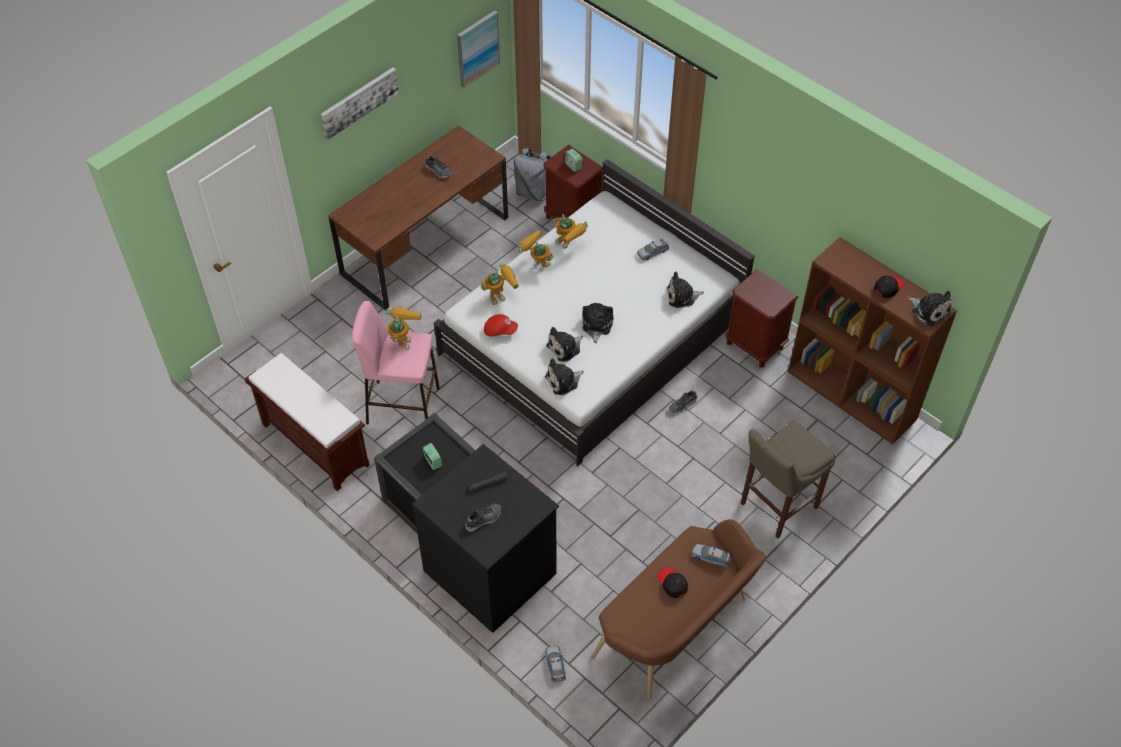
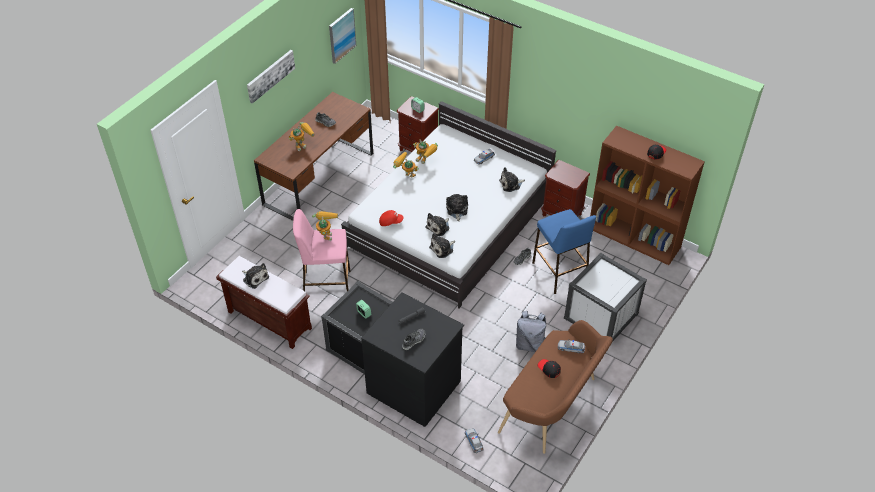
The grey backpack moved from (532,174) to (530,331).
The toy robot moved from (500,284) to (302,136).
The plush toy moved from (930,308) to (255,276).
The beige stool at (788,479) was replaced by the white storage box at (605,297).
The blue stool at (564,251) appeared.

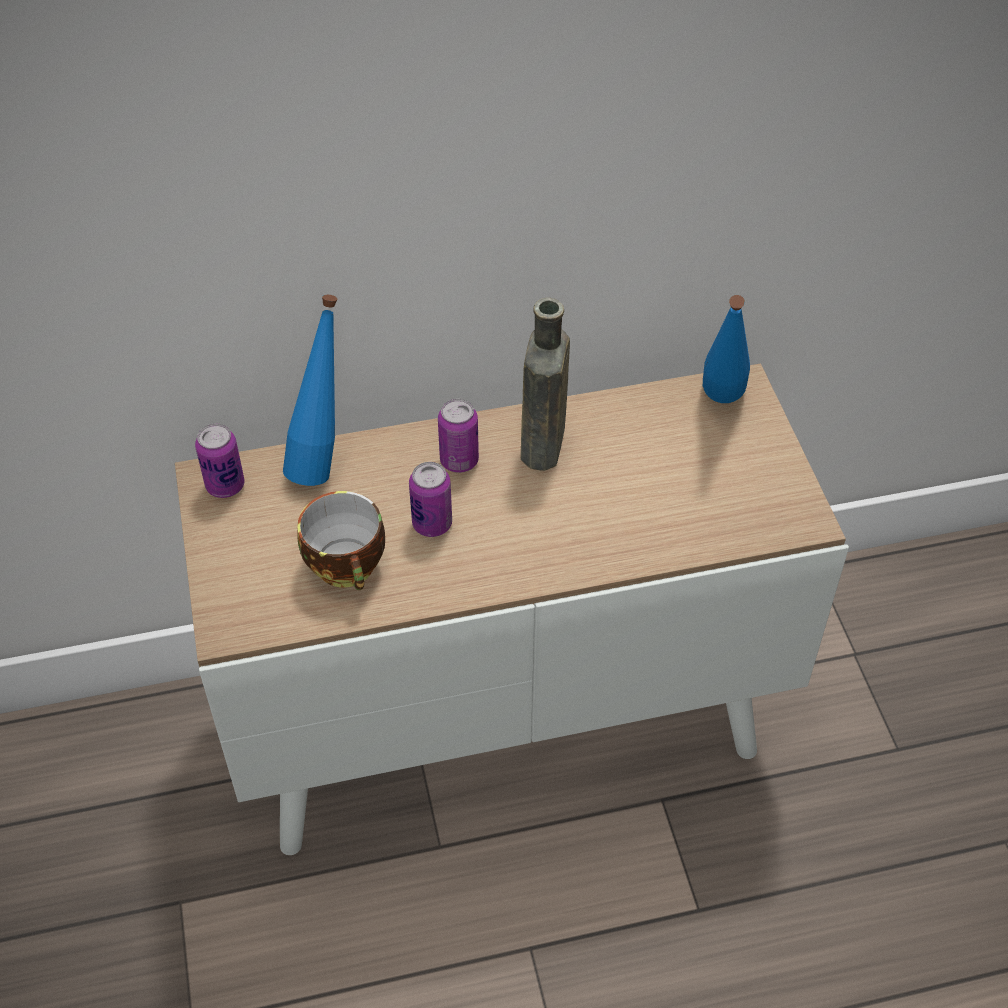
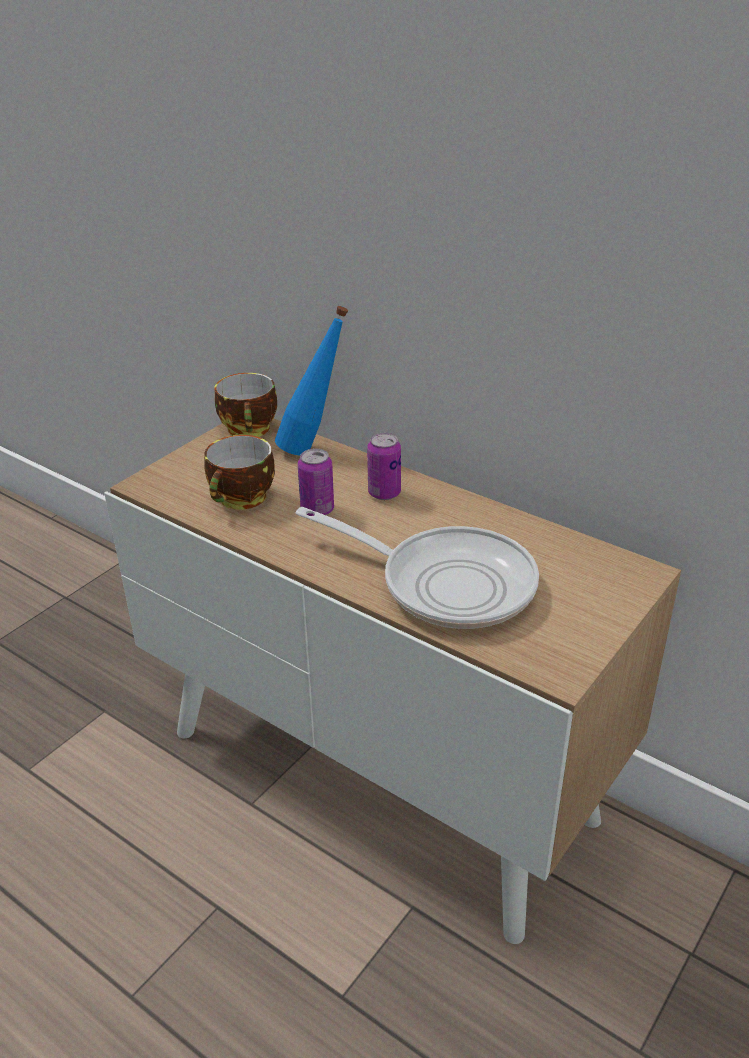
The blue bottle at (726,349) disappeared.
The brown bottle at (545,384) disappeared.
The can at (220,461) was replaced by the cup at (245,405).
The frying pan at (417,568) appeared.

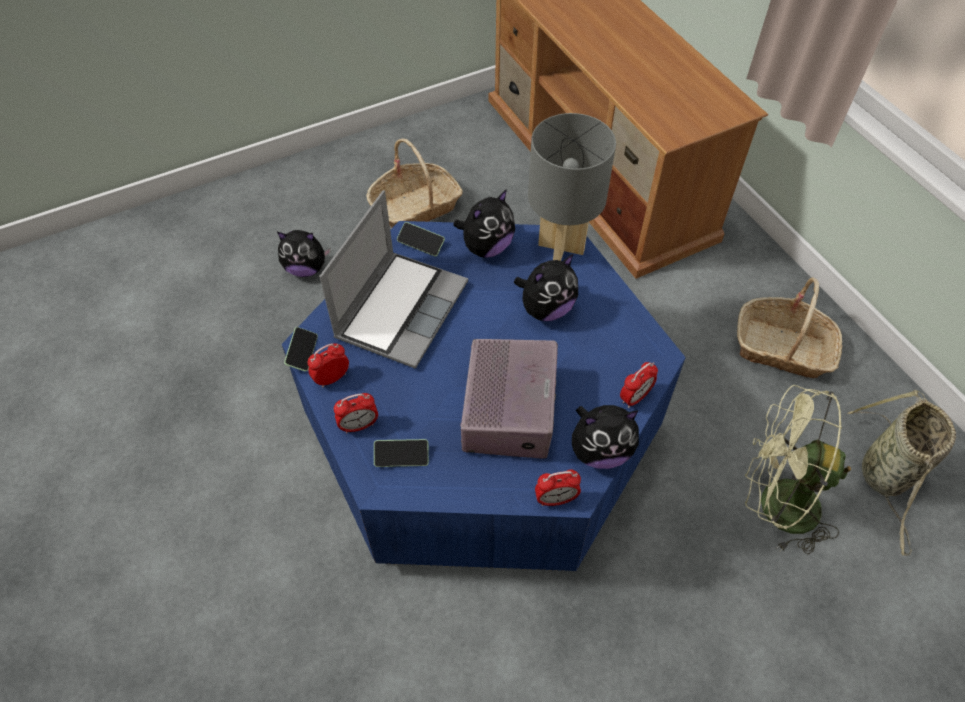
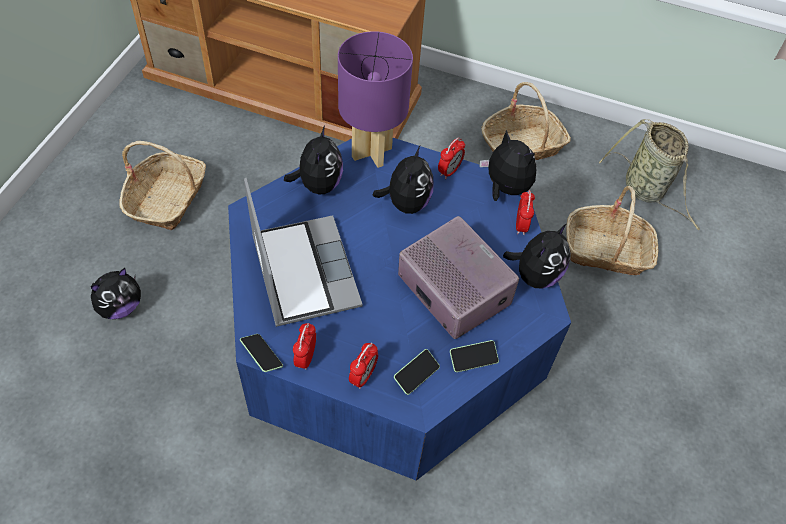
The grey table lamp at (572,187) became the purple table lamp at (375,99).
The phone moved from (421,239) to (474,356).
The green fan at (798,469) was replaced by the basket at (612,230).
The alarm clock moved from (558,488) to (451,158).
The plush toy at (508,165) appeared.

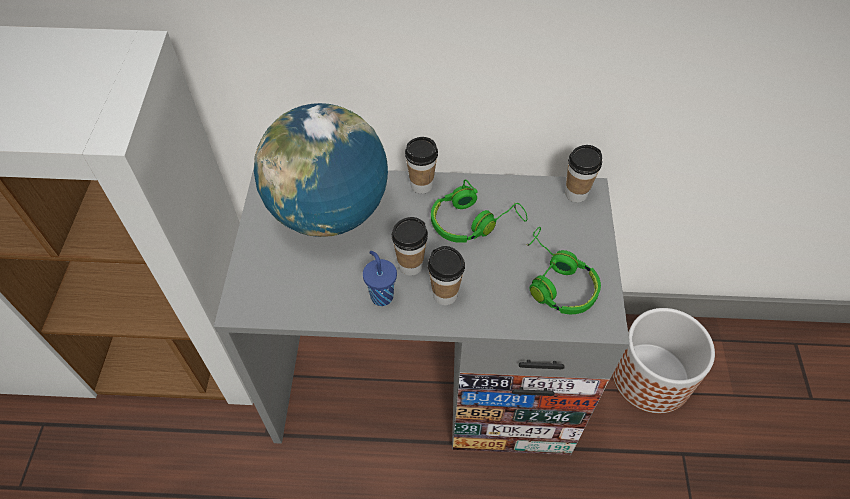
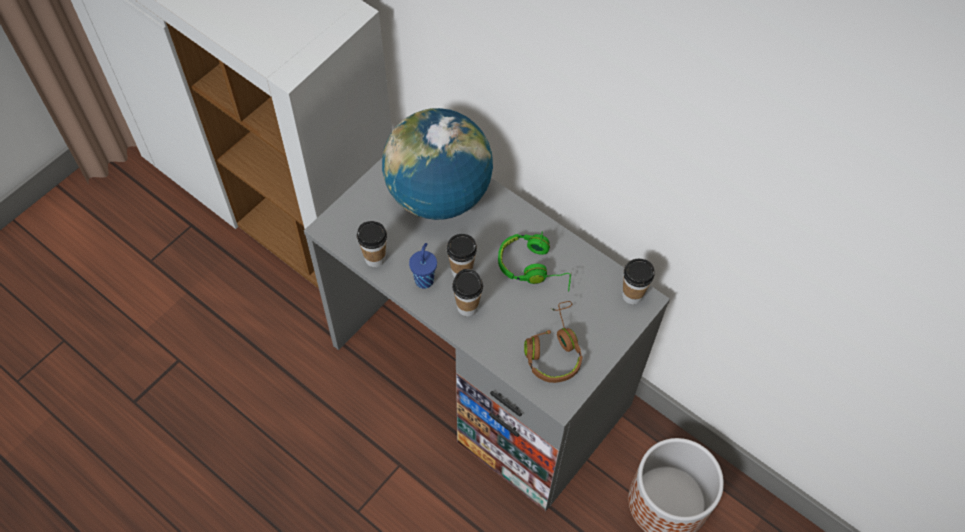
The cup moved from (421,165) to (372,244).
The green headphones at (563,270) became the brown headphones at (553,342).

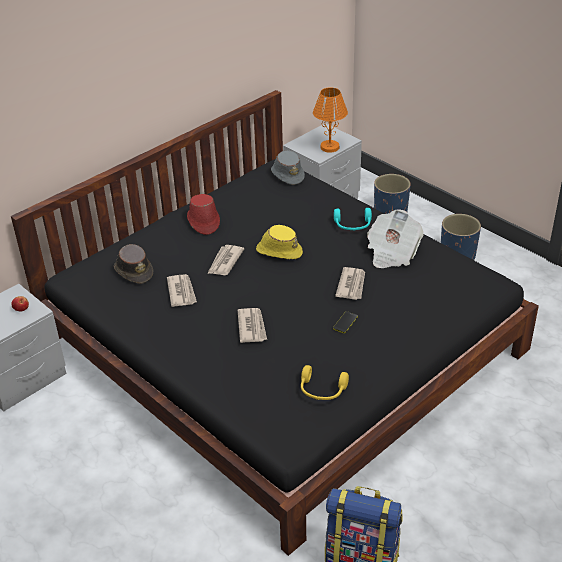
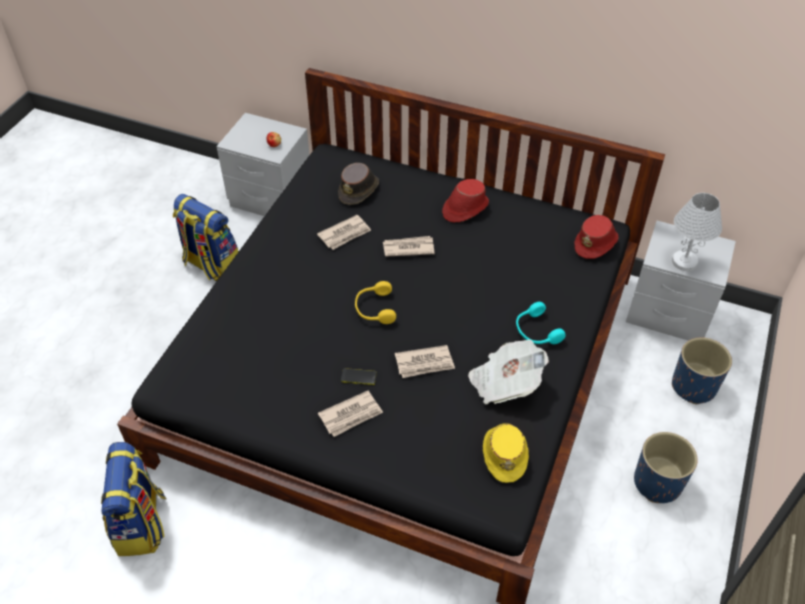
The orange table lamp at (330,119) became the white table lamp at (697,232).
The grey hat at (288,168) became the red hat at (596,237).
The yellow hat moved from (279,242) to (506,453).
The newspaper moved from (252,325) to (350,414).
The yellow headphones moved from (325,382) to (375,302).
The backpack at (206,237) appeared.

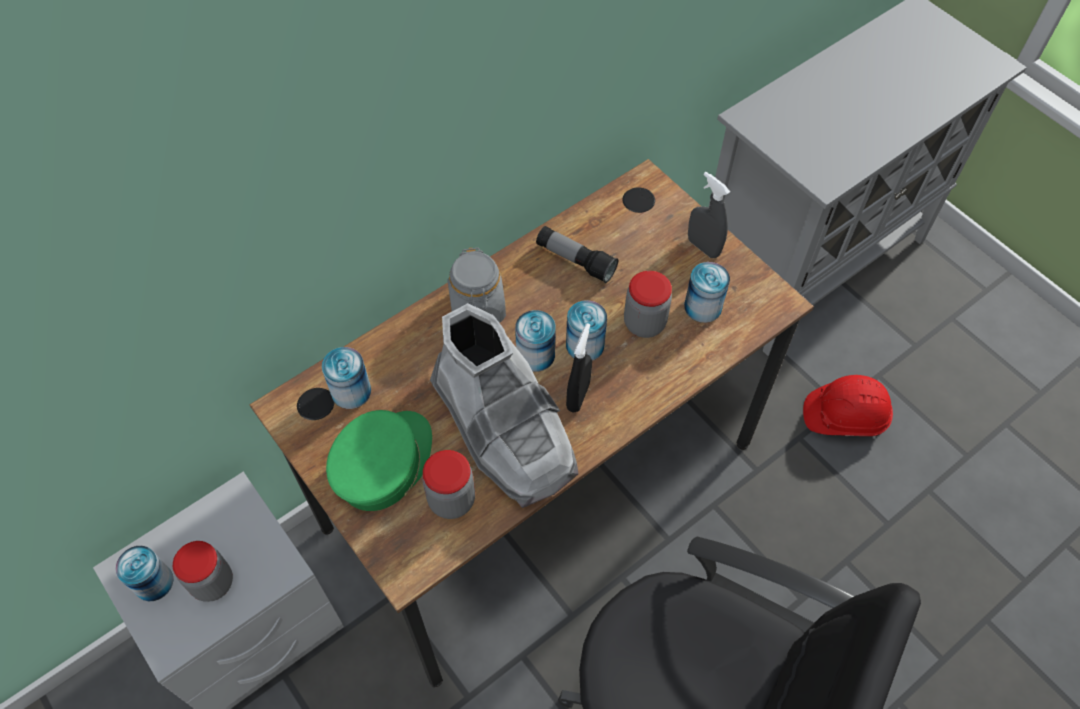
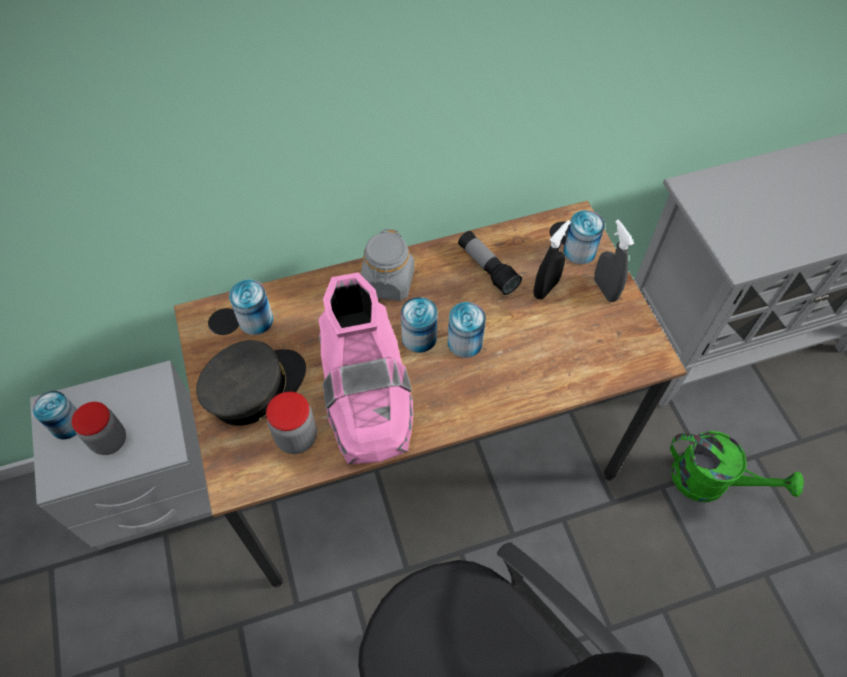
The can moved from (707,292) to (584,237).
The jar at (648,304) disappeared.
The grey boot at (504,405) became the pink boot at (365,368).
The black spray bottle moved from (579,367) to (552,259).
The red hard hat at (848,405) was replaced by the green watering can at (737,466).
The green cap at (379,460) became the grey cap at (251,383).

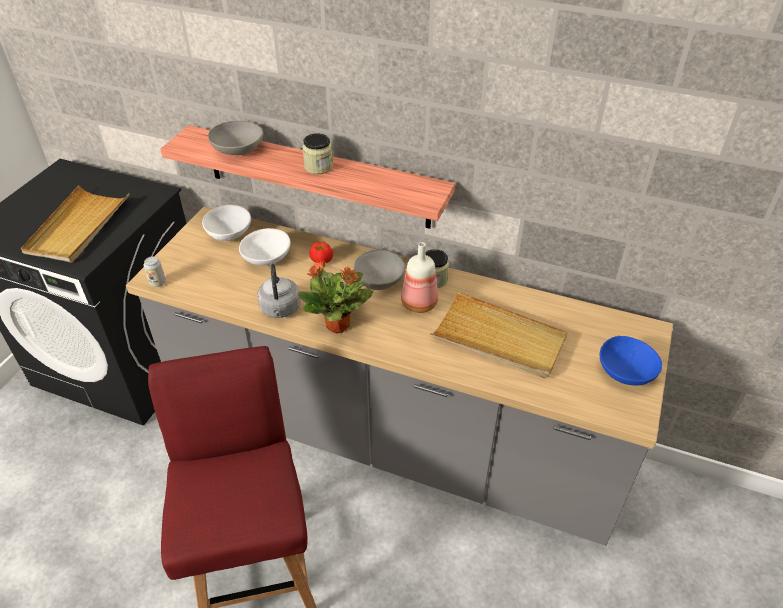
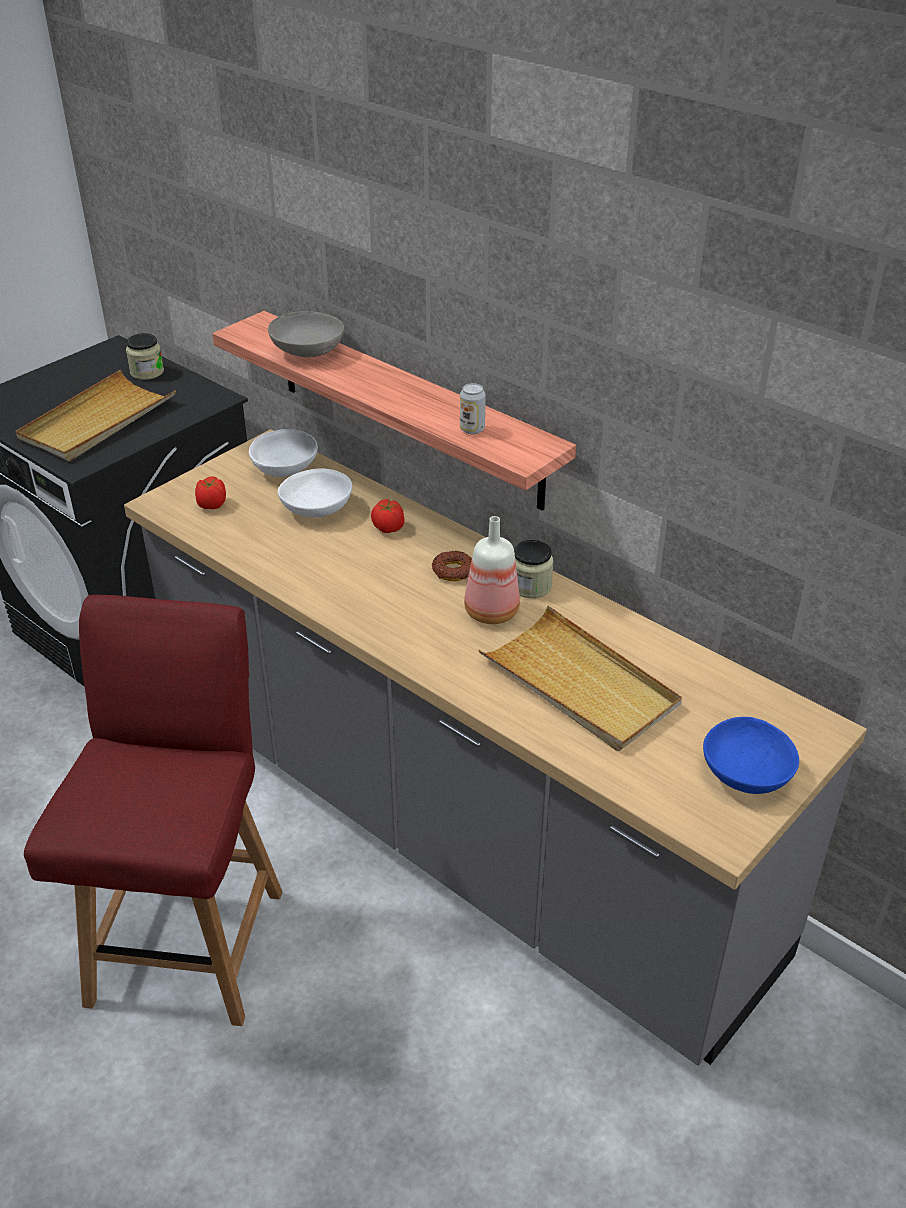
The jar moved from (317,153) to (145,356).
The grey bowl at (379,269) was replaced by the donut at (452,566).
The can moved from (155,271) to (473,408).
The potted plant at (335,297) disappeared.
The grey kettle at (279,290) disappeared.
The tomato at (210,492) appeared.

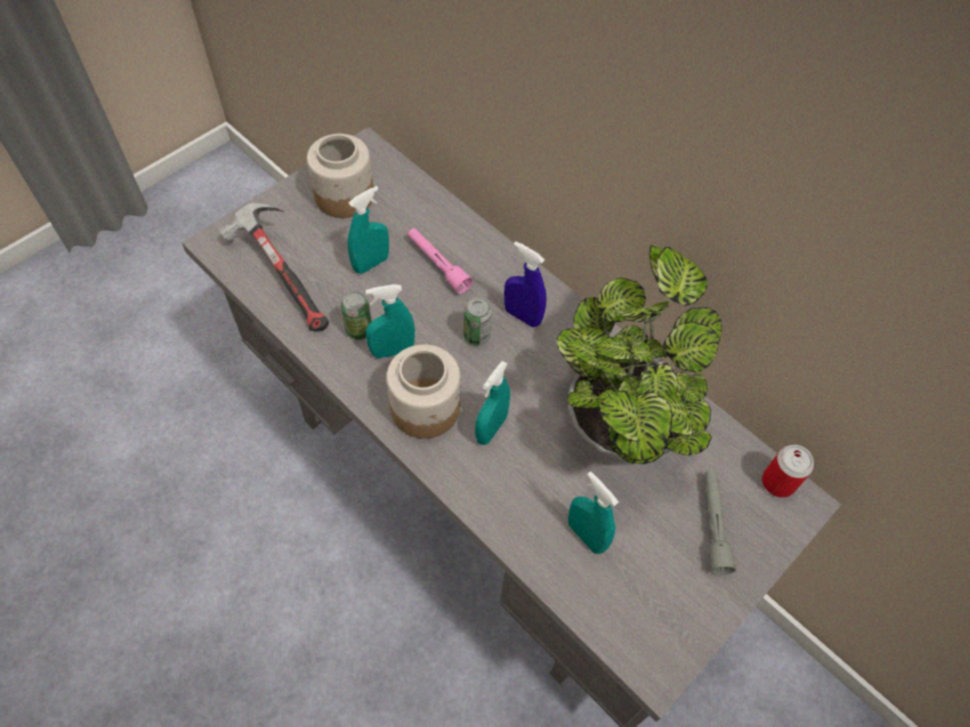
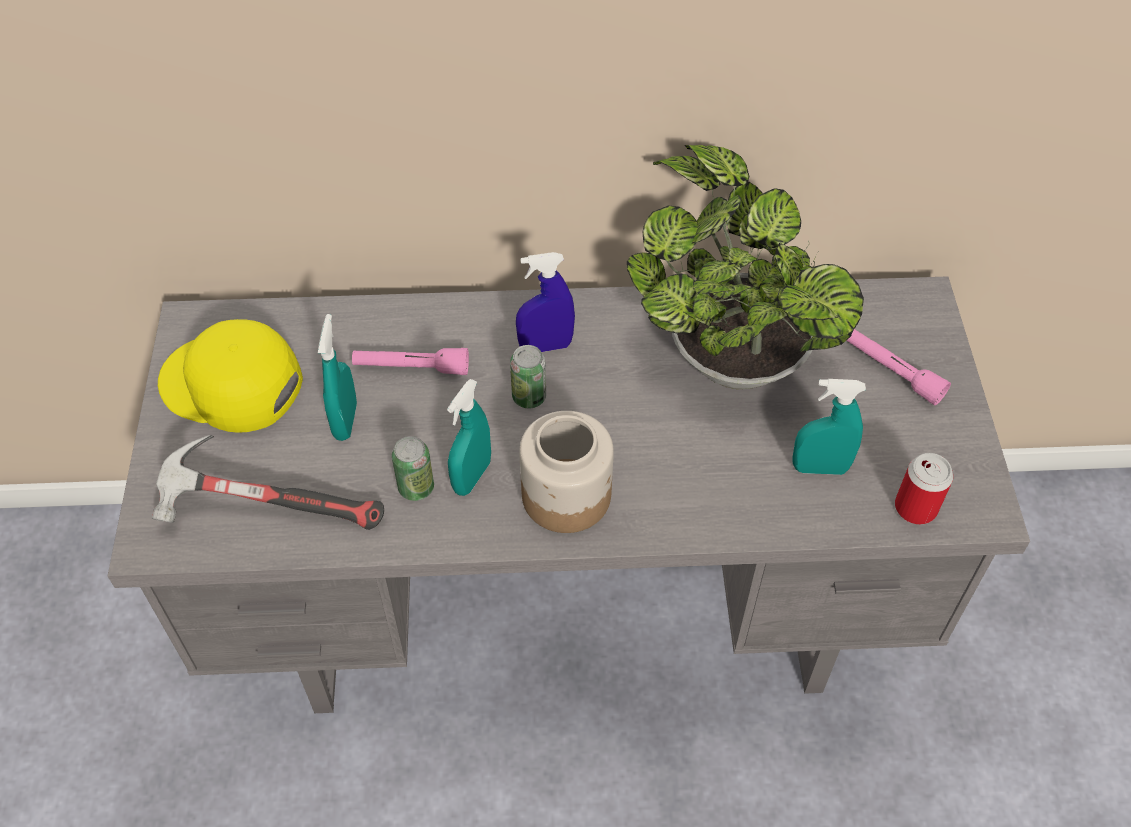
The jar at (340,176) was replaced by the yellow cap at (230,376).
The turquoise spray bottle at (492,403) disappeared.
The can moved from (788,471) to (924,488).
The grey flashlight at (720,522) became the pink flashlight at (898,367).

